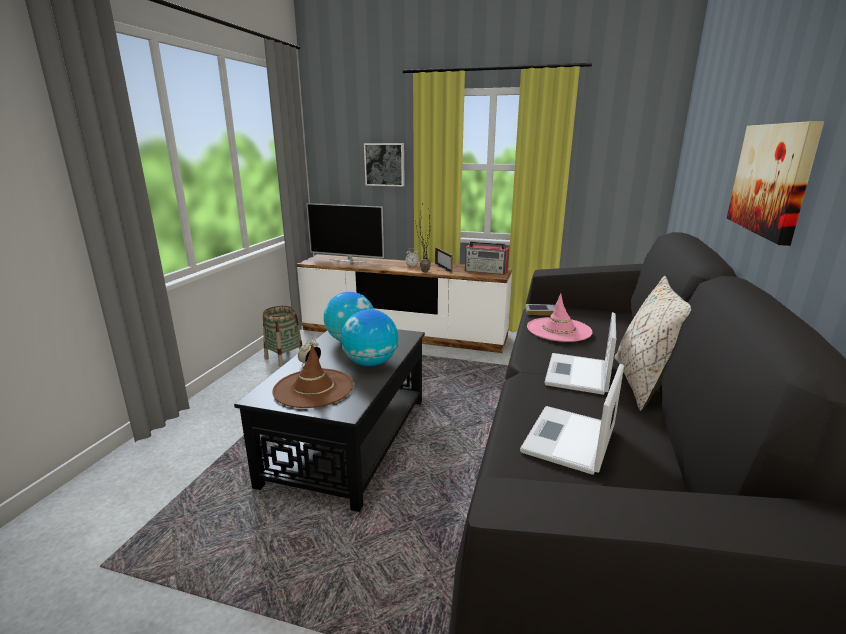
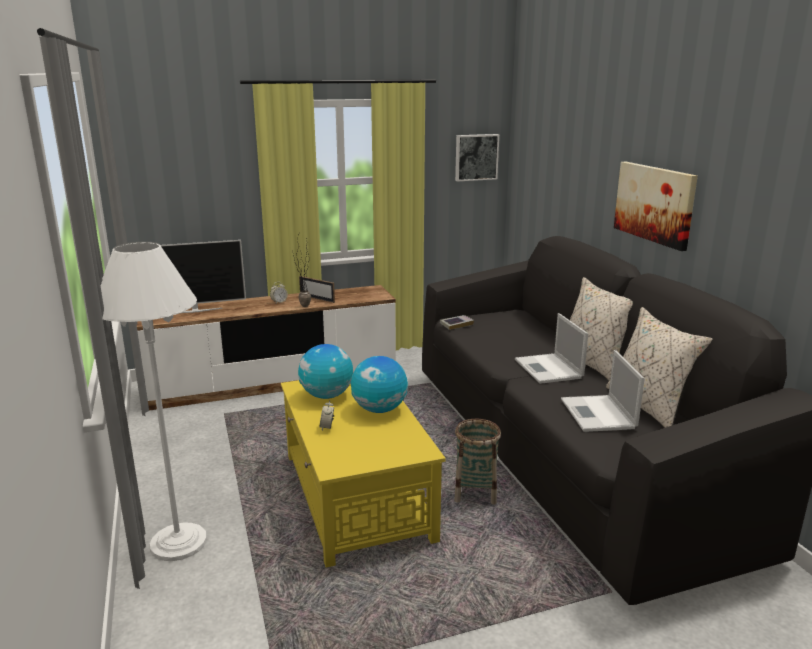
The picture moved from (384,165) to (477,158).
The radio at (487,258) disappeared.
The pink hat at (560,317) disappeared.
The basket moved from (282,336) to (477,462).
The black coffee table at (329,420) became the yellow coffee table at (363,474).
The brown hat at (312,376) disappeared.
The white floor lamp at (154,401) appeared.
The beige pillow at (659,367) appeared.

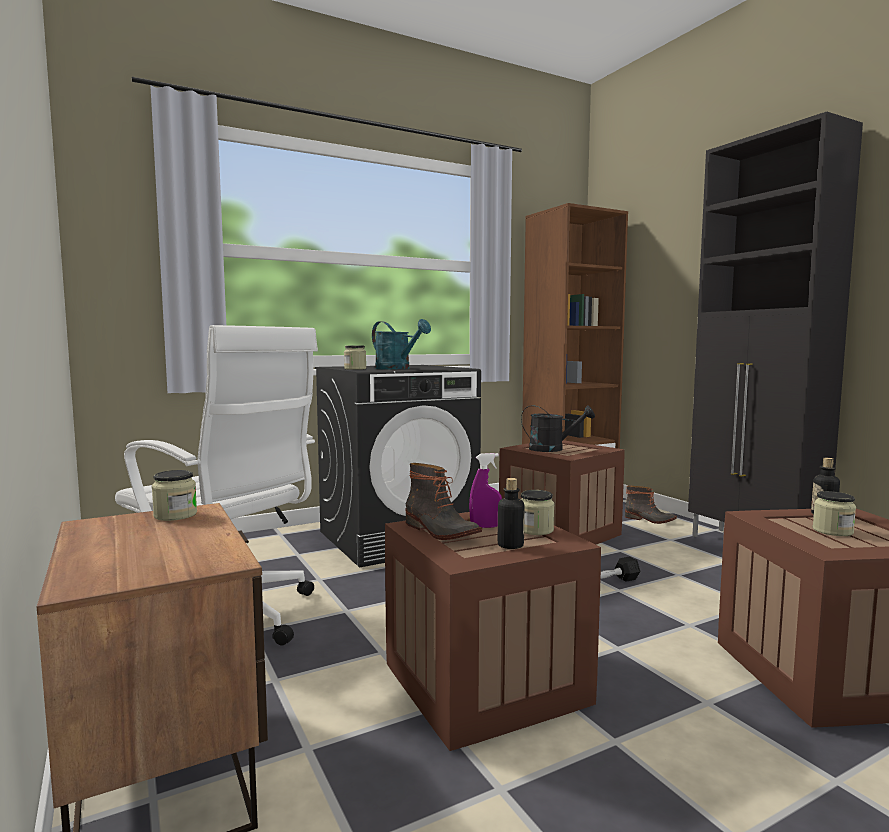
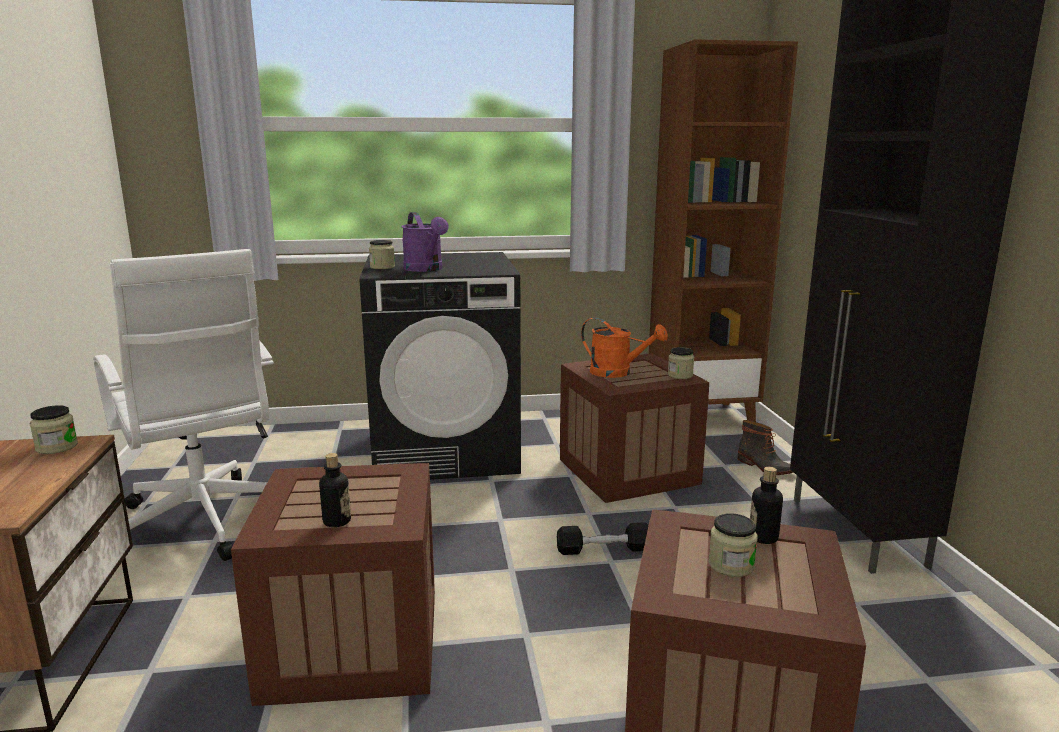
The turquoise watering can at (401,344) became the purple watering can at (425,242).
The black watering can at (558,428) became the orange watering can at (624,348).
The purple spray bottle at (485,490) disappeared.
The boot at (444,501) disappeared.
The jar moved from (538,512) to (681,363).

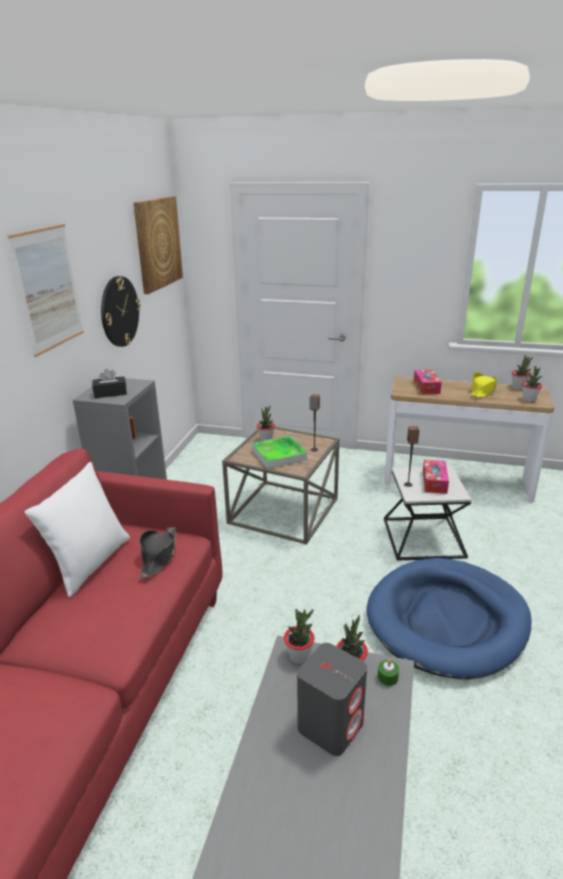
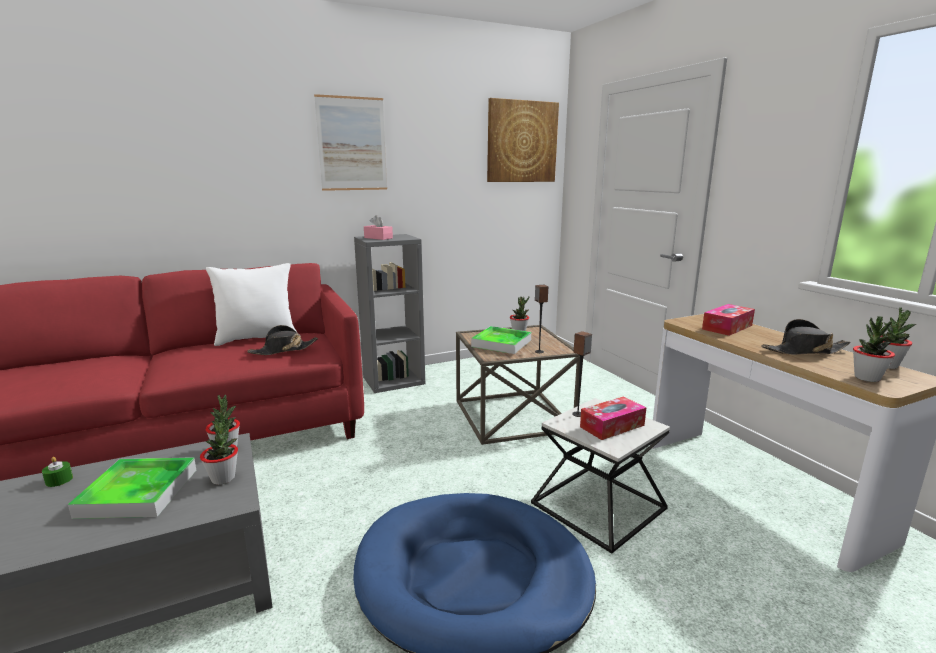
The wall clock at (121,311) disappeared.
The black tissue box at (109,383) became the pink tissue box at (378,227).
The yellow hat at (484,385) became the black hat at (806,337).
The grey speaker at (332,699) was replaced by the tray at (132,488).
The green candle moved from (388,673) to (57,472).

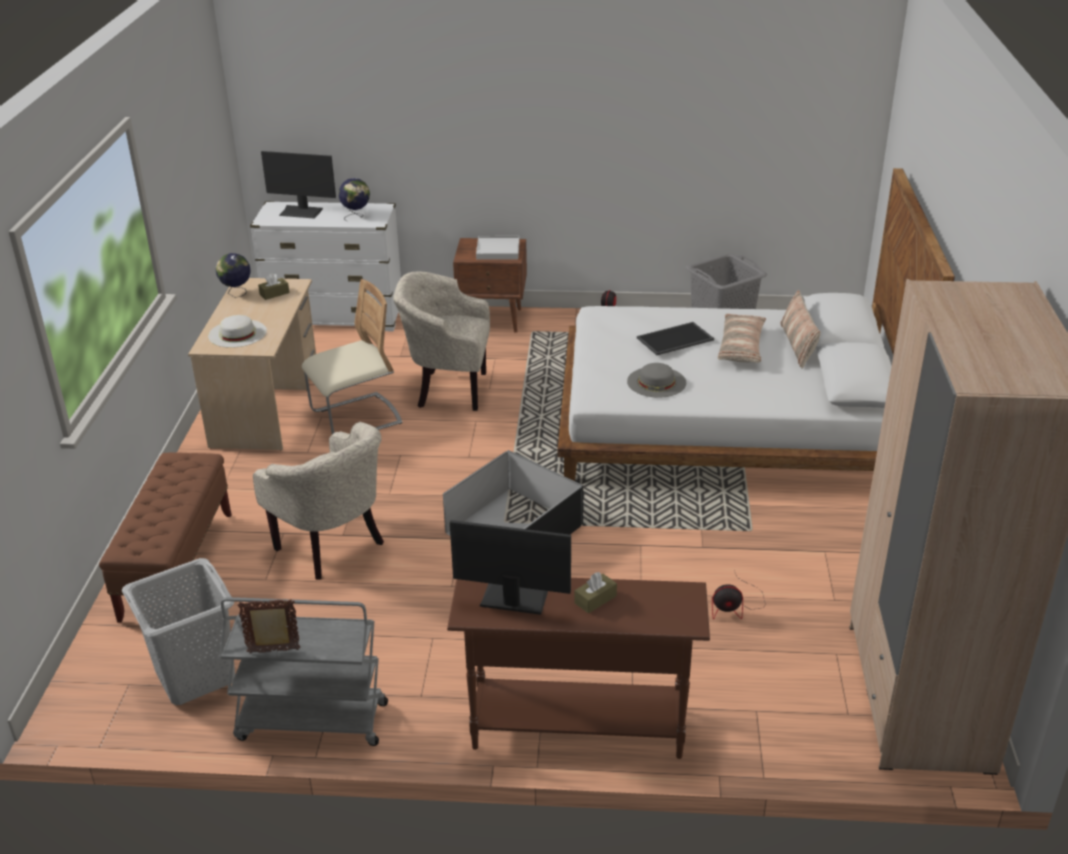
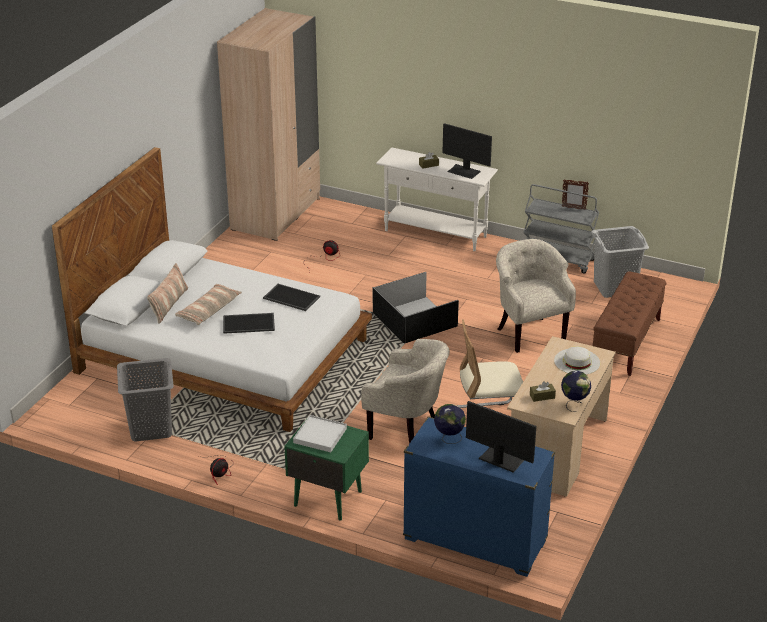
The white dresser at (325,266) became the blue dresser at (479,497).
The brown nightstand at (490,285) became the green nightstand at (326,468).
The grey hat at (656,380) was replaced by the tray at (291,297).
The brown console table at (578,668) became the white console table at (437,199).

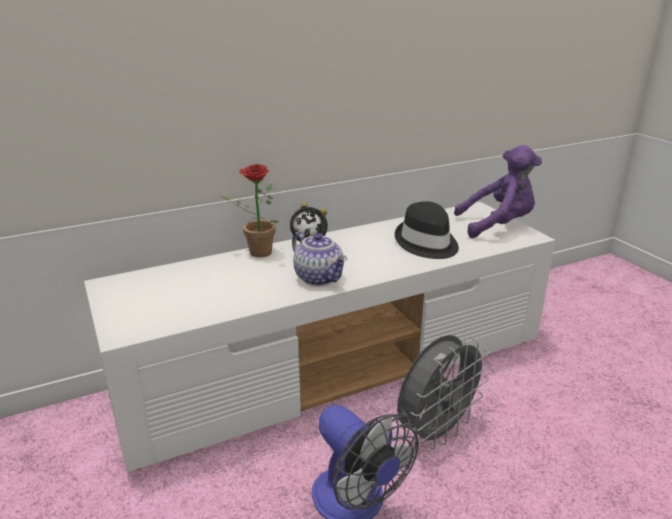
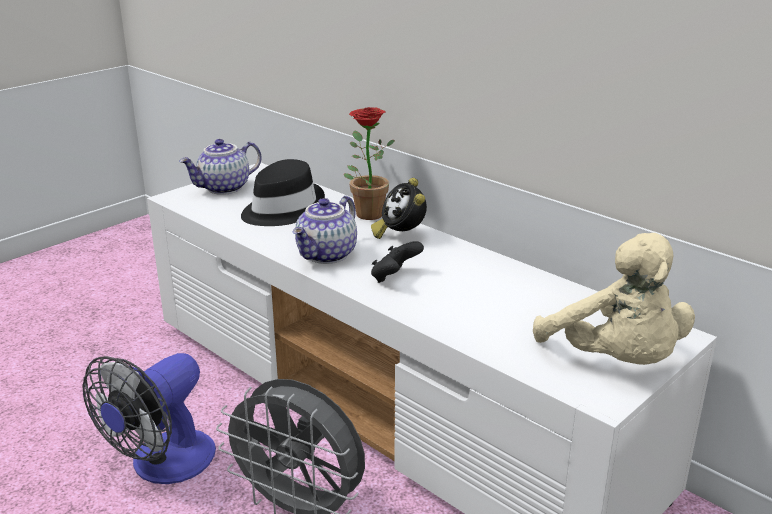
The purple plush toy at (498,191) became the beige plush toy at (614,299).
The black hat moved from (427,230) to (283,192).
The teapot at (220,167) appeared.
The black game controller at (397,262) appeared.

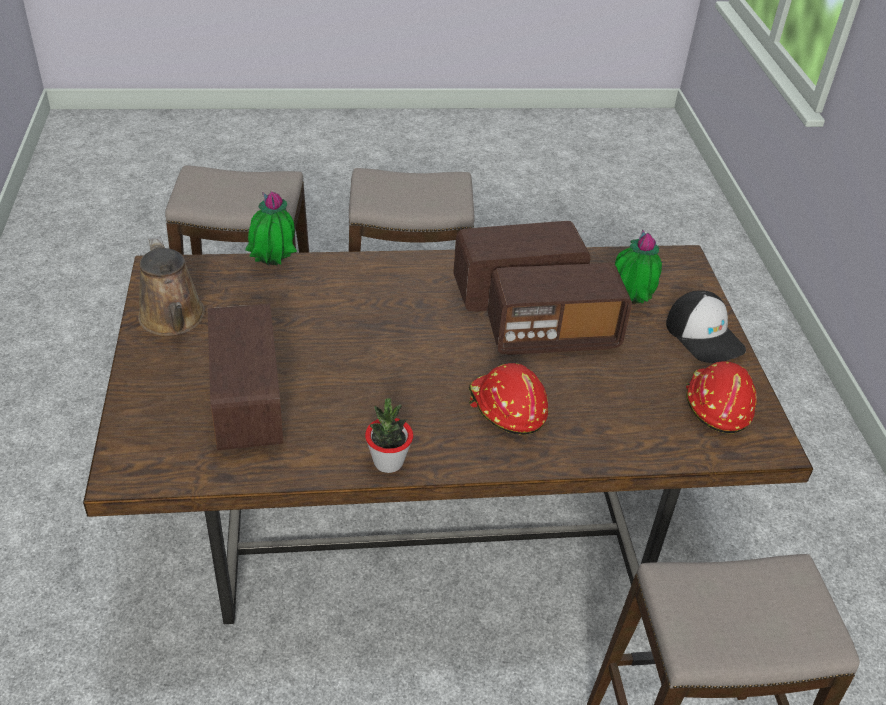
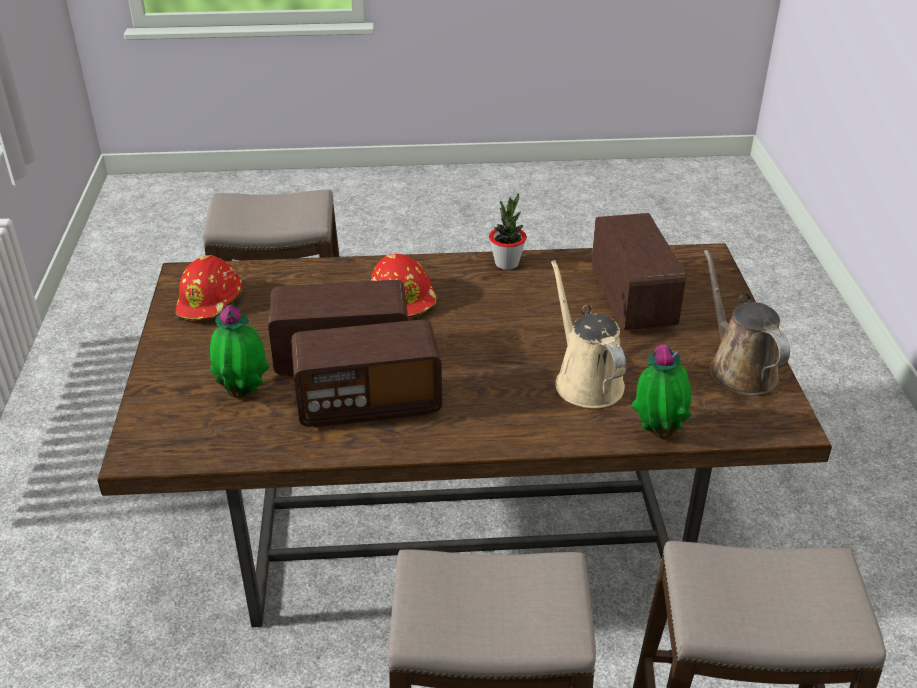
The cap at (706,326) disappeared.
The beige watering can at (588,334) appeared.

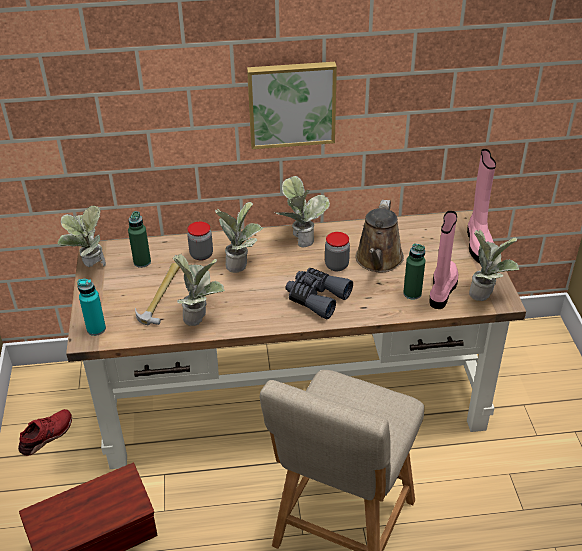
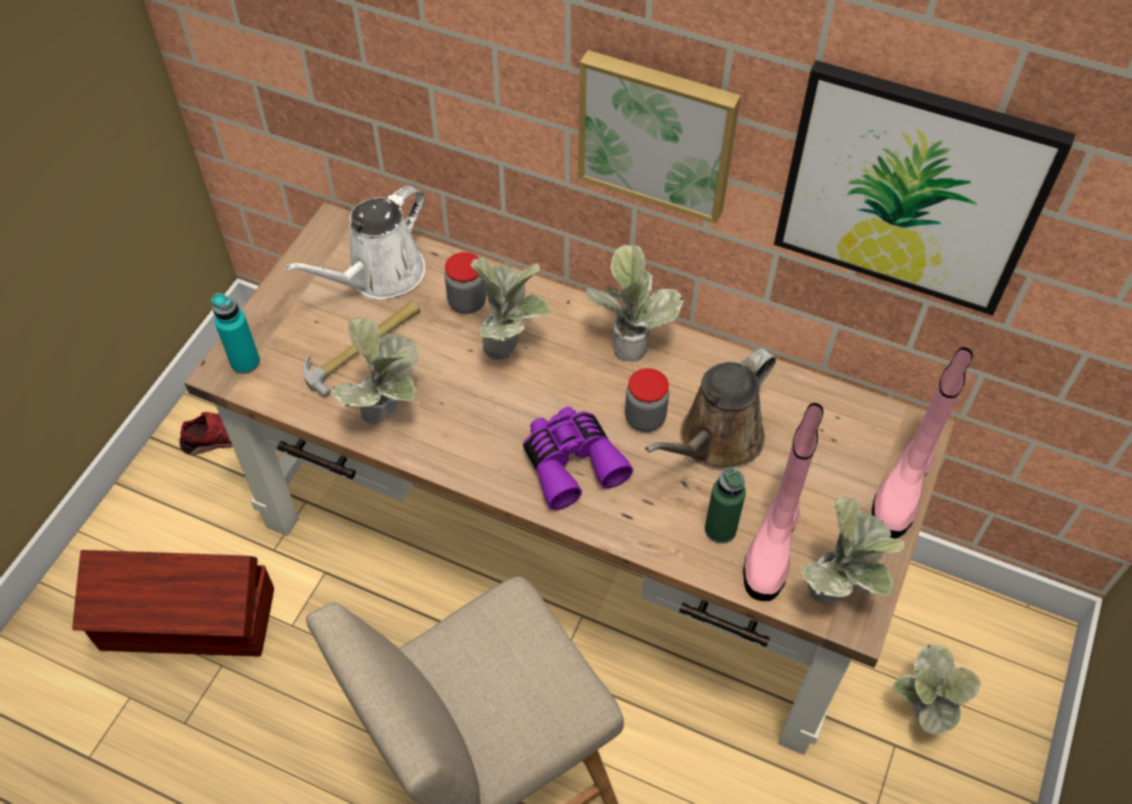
The potted plant moved from (82,236) to (936,689).
The green bottle at (139,239) was replaced by the white watering can at (354,242).
The pink boot at (443,260) turned 150 degrees clockwise.
The grey binoculars at (319,293) became the purple binoculars at (578,458).
The picture at (924,188) appeared.

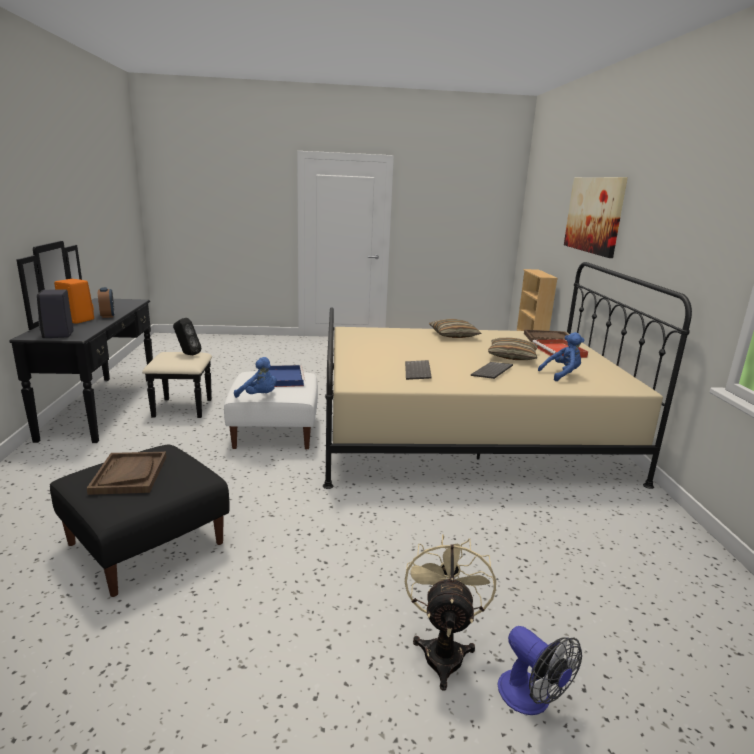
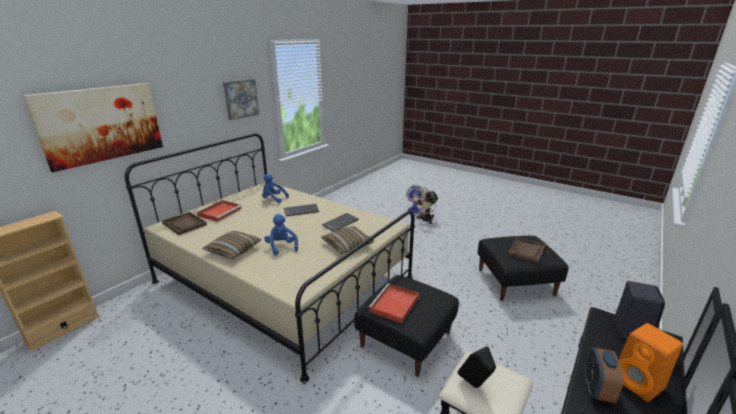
The pillow moved from (513,348) to (347,240).
The blue plush toy moved from (255,377) to (281,235).
The blue tray at (286,376) became the red tray at (393,303).
The white ottoman at (271,410) became the black ottoman at (406,326).
The picture at (241,99) appeared.

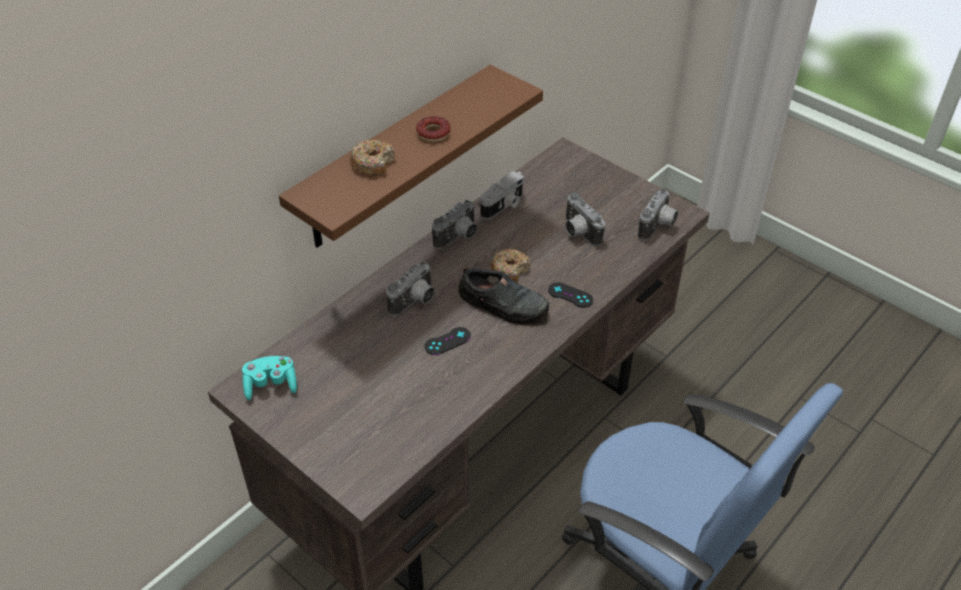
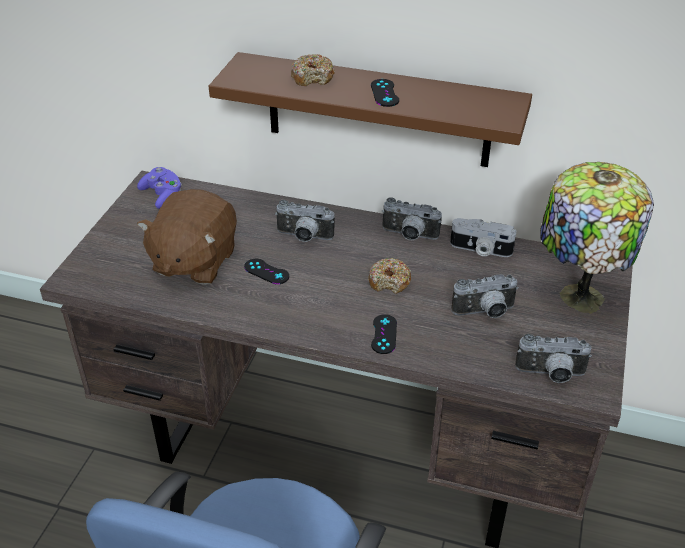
The donut at (433,129) was replaced by the black game controller at (385,93).
The photo camera at (585,219) turned 135 degrees counterclockwise.
The black shoe at (503,296) disappeared.
The turquoise game controller at (269,378) became the purple game controller at (159,188).
The table lamp at (597,238) appeared.
The brown plush toy at (187,237) appeared.

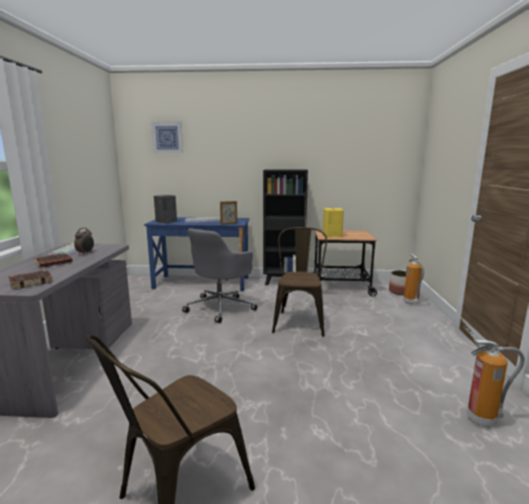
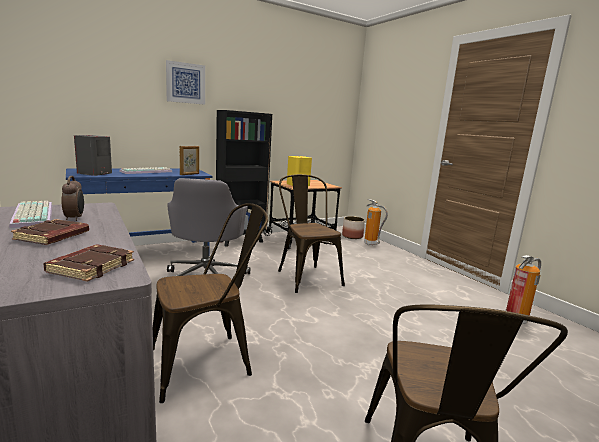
The picture moved from (167,137) to (185,82).
The brown chair at (210,303) appeared.

